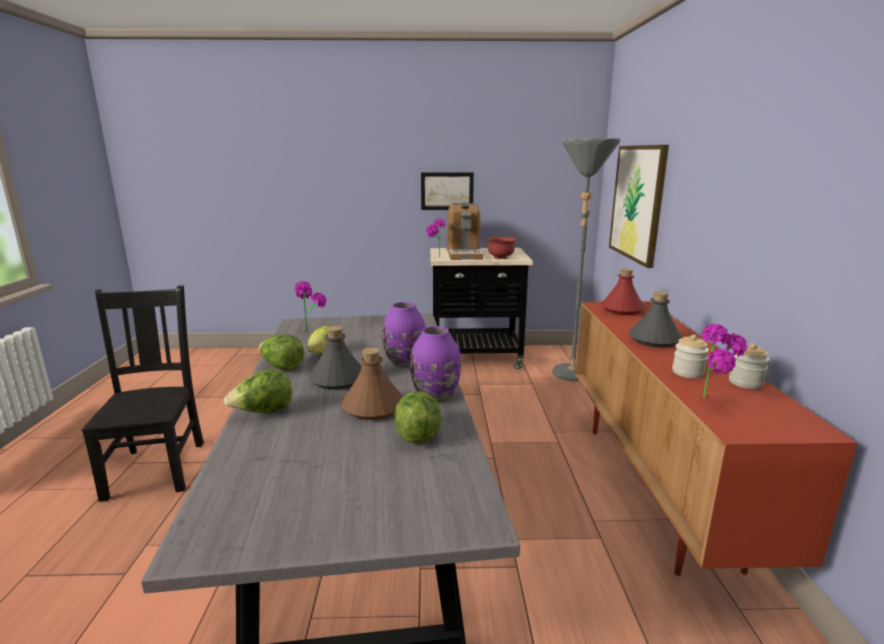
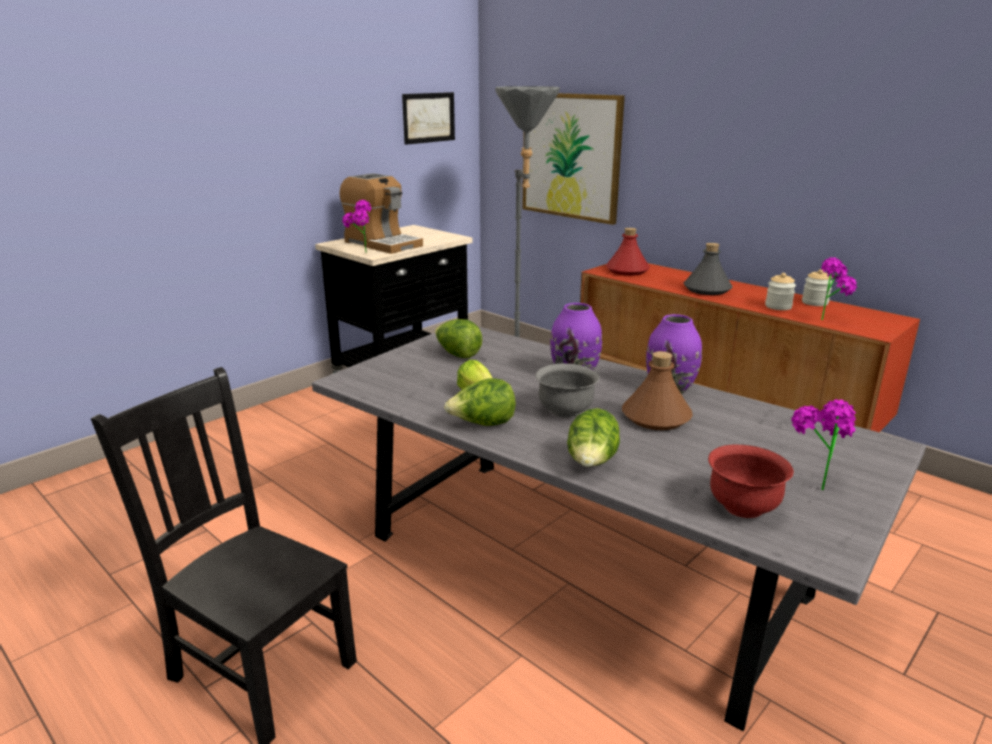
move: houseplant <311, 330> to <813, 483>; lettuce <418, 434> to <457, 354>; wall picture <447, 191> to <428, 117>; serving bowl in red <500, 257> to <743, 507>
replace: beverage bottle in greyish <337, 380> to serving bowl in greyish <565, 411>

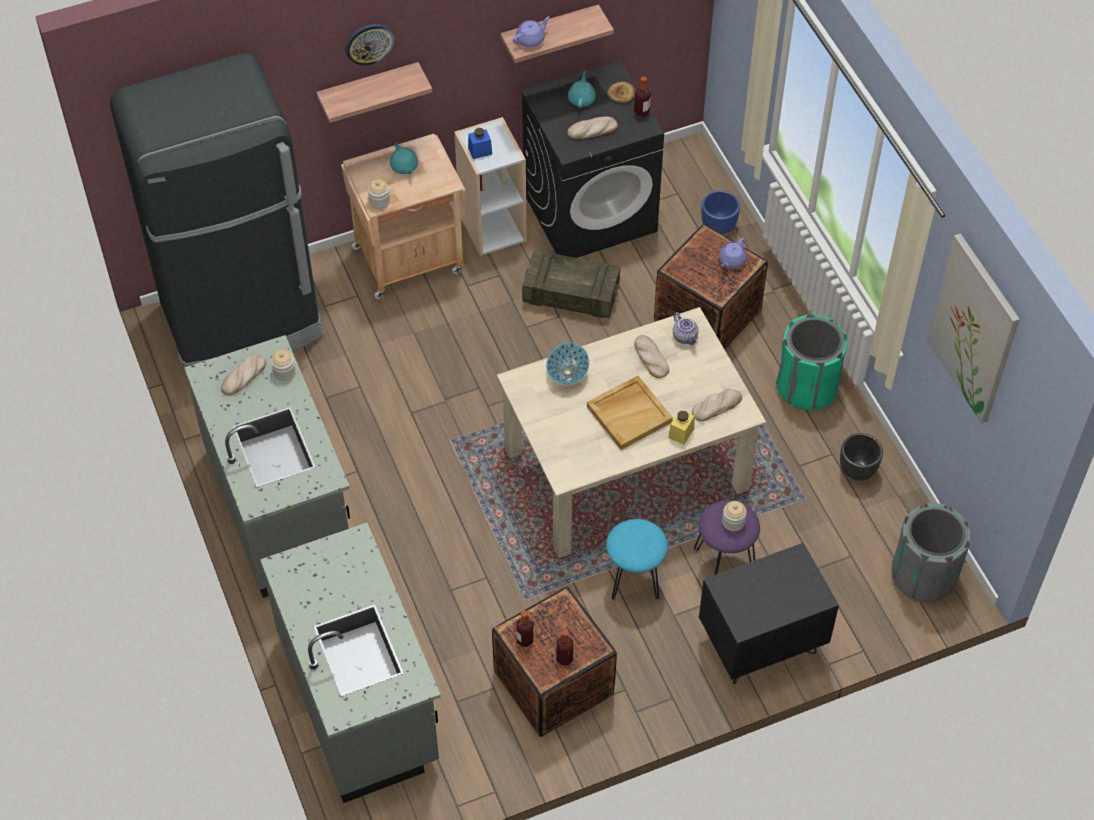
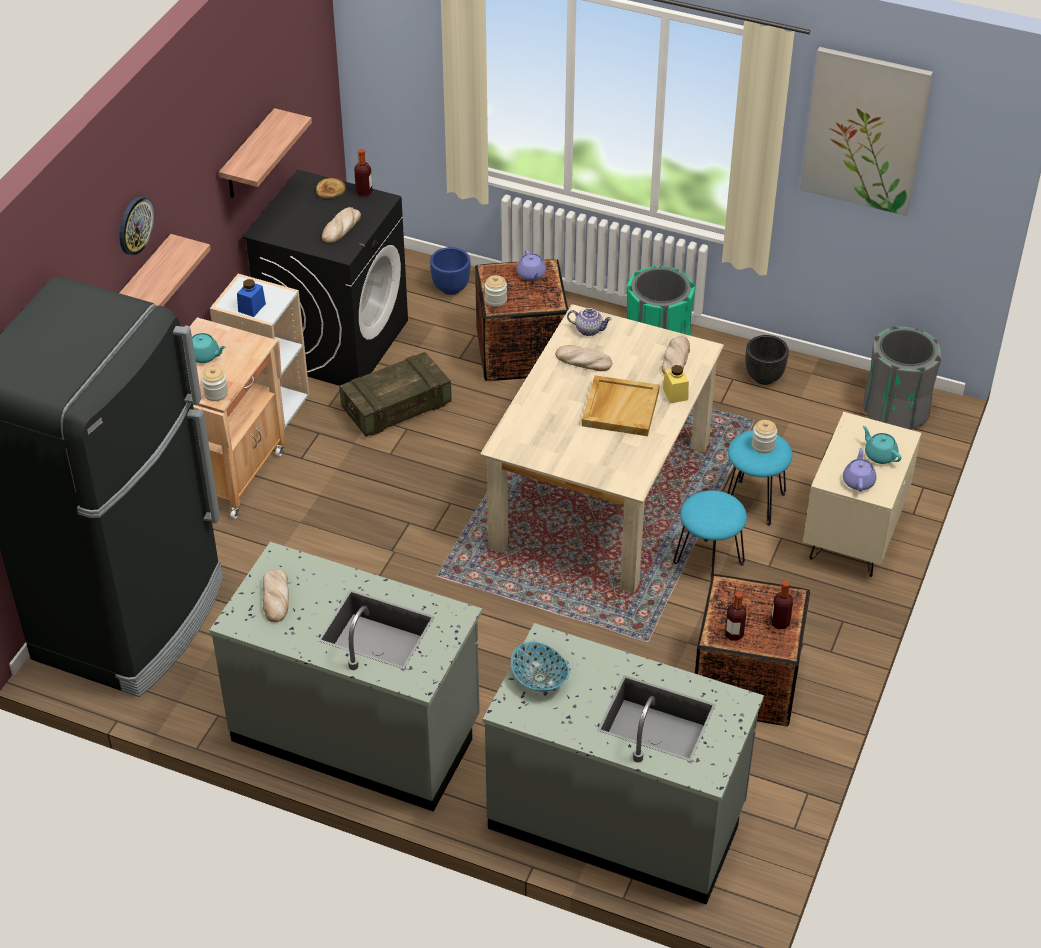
move: storage jar <284, 372> to <496, 300>; teapot in purplish <531, 39> to <858, 481>; serving bowl <568, 372> to <540, 678>; teapot in turquoise-coloured <581, 99> to <879, 455>
recolor: stool seat in purplish <724, 561> to stool seat in turquoise-coloured <754, 502>; nightstand in black <761, 645> to nightstand in beige-coloured <853, 537>

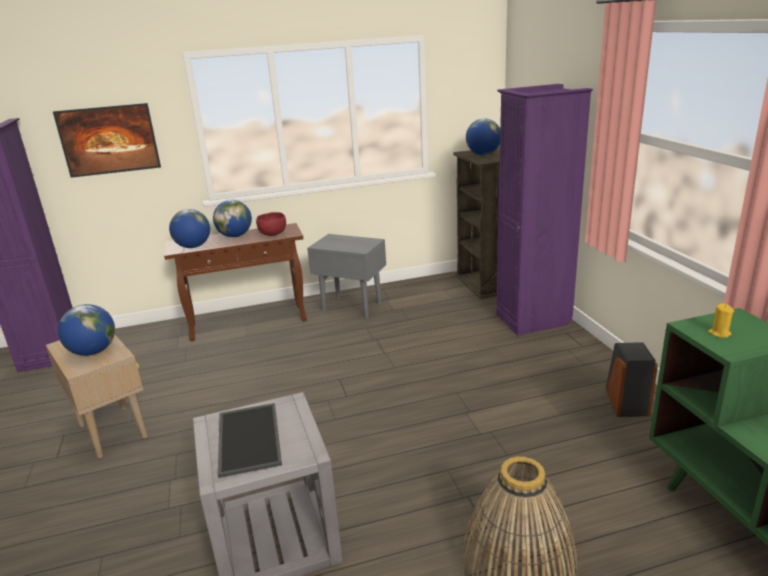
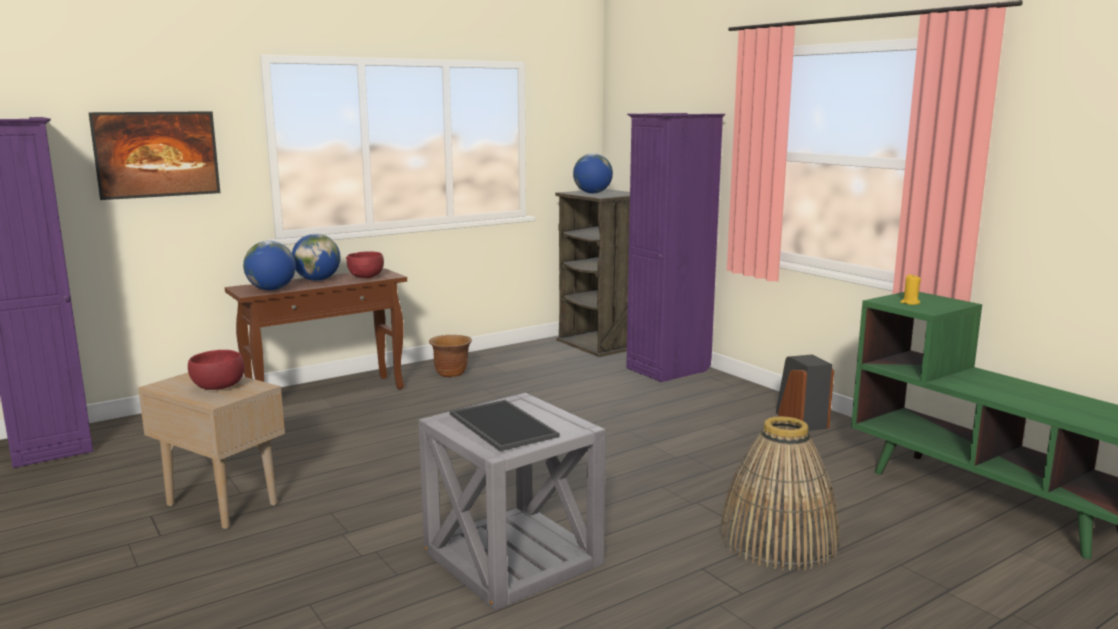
replace: world globe <93, 352> to serving bowl in red <219, 387>; accent table in greyish <351, 307> to planter in brown <451, 373>

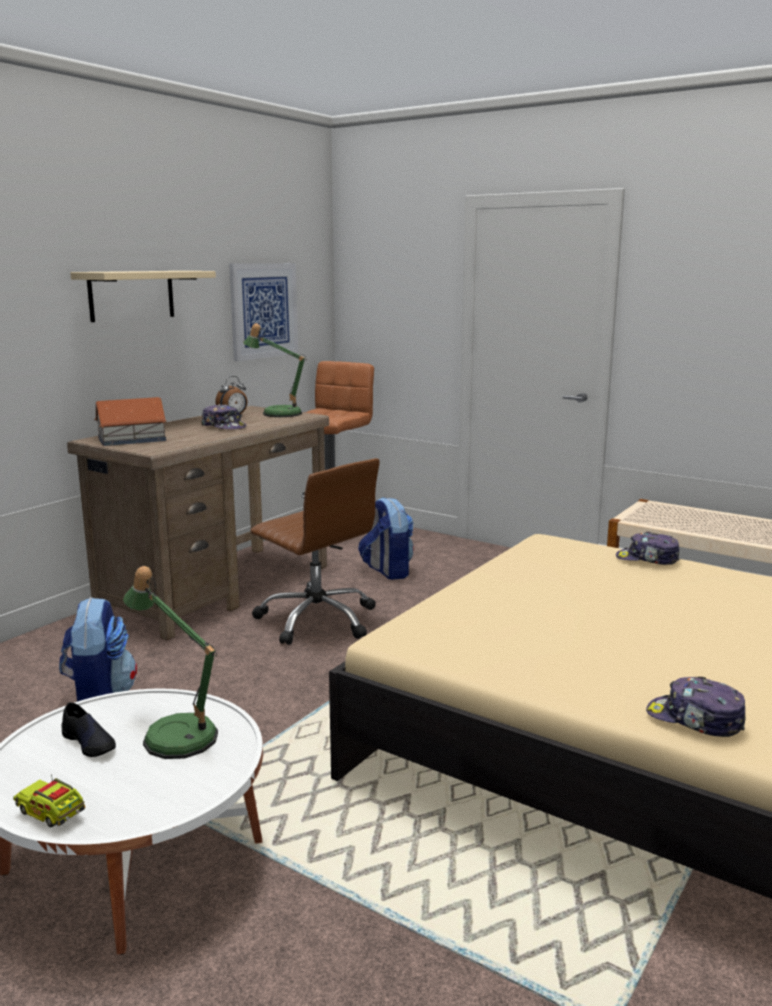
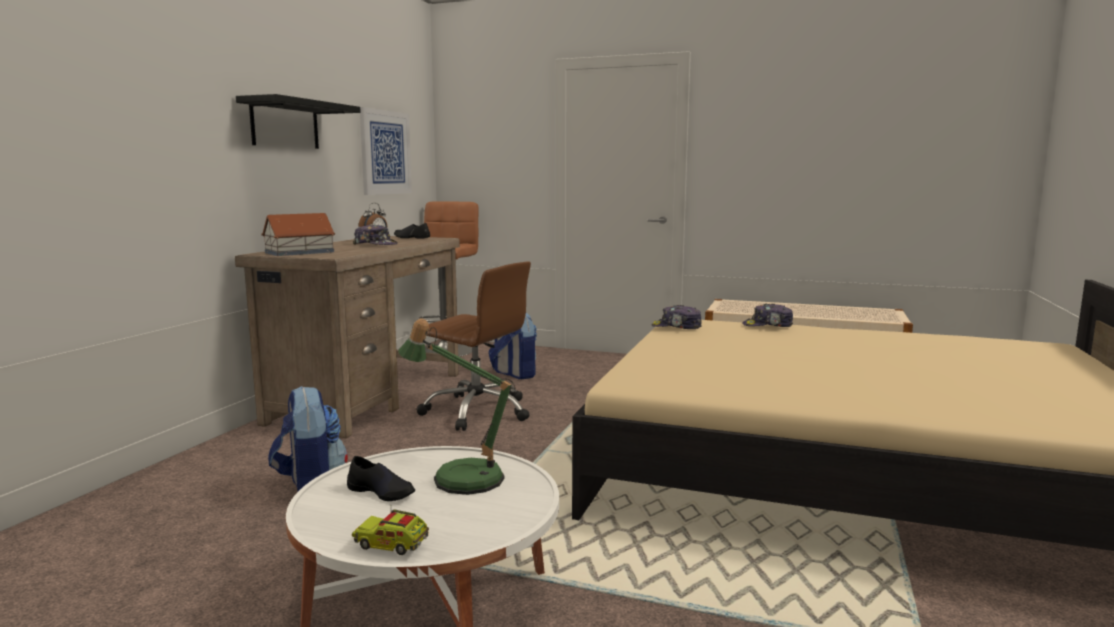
move: peaked cap <695, 720> to <676, 327>
replace: tabletop lamp <277, 413> to low shoe in black <411, 237>
recolor: bracket shelf in beige-coloured <131, 295> to bracket shelf in black <285, 124>

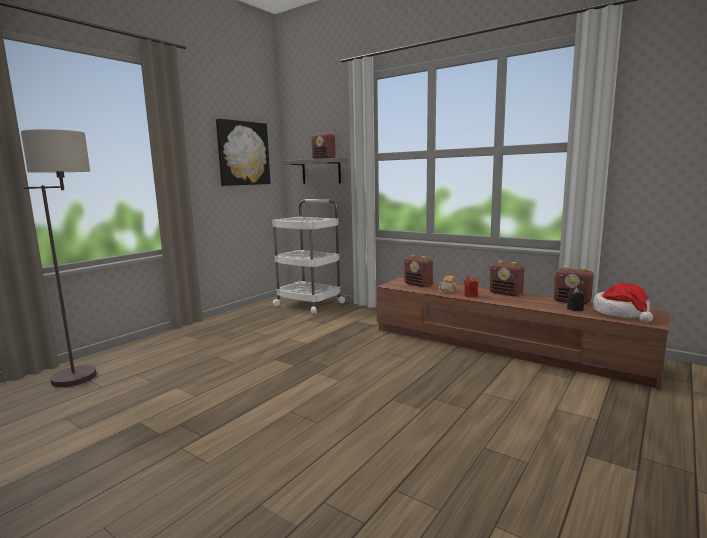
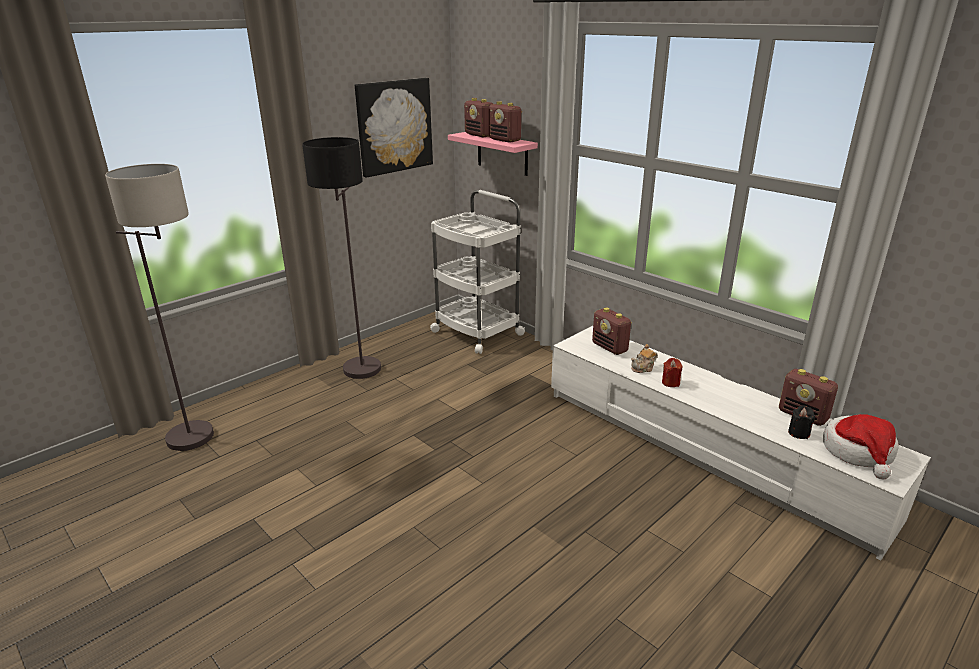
insert: standing lamp in black <359, 375>
move: radio set <506, 293> to <480, 135>
recolor: bracket shelf in greyish <321, 171> to bracket shelf in pink-coloured <502, 153>; tv unit in brown <502, 347> to tv unit in whitish <705, 450>

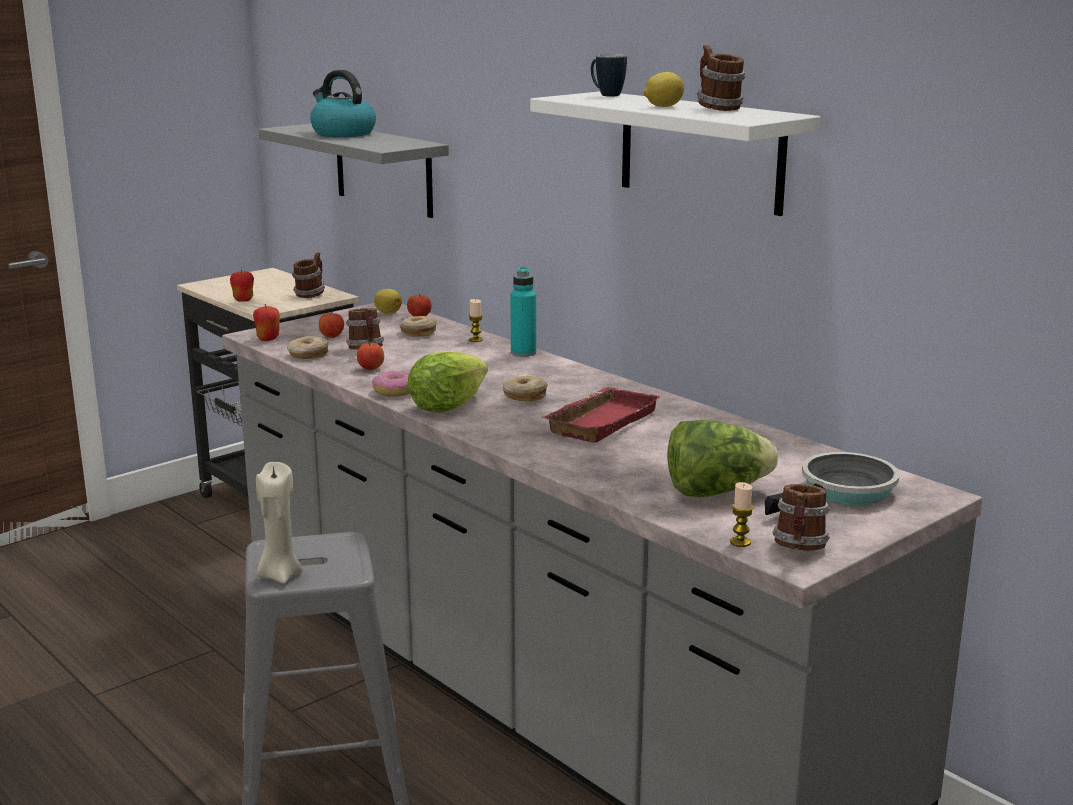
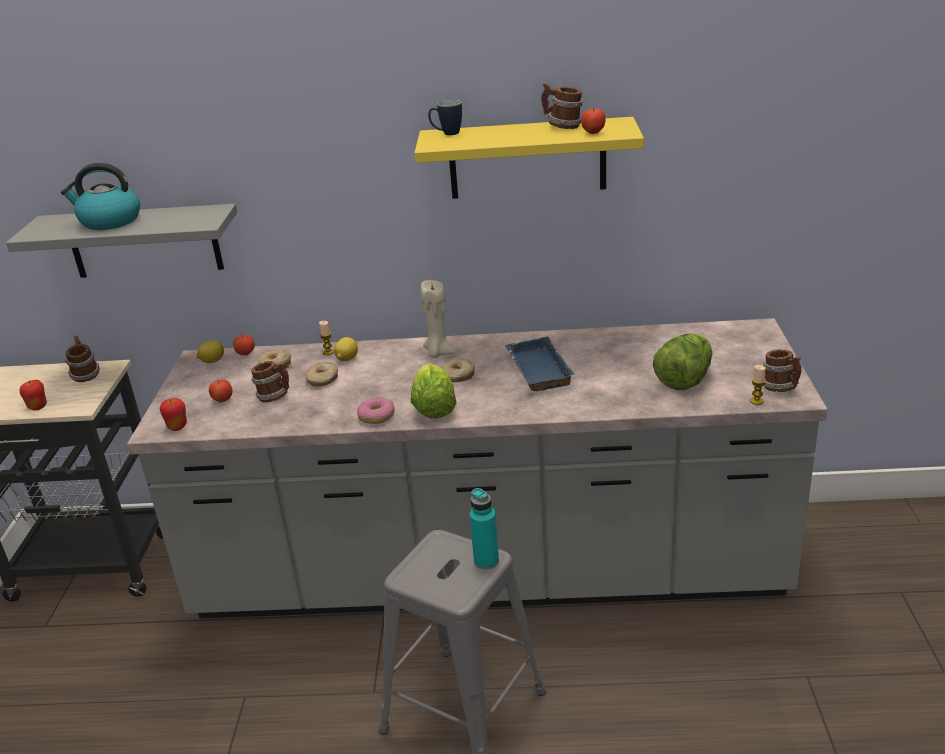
delete: frying pan <843, 492>
move: candle in beige-coloured <279, 575> to <438, 353>; doughnut <308, 355> to <322, 380>; apple <371, 369> to <593, 133>; beverage bottle in turquoise-coloured <523, 353> to <486, 561>; whole lemon <662, 106> to <346, 359>
recolor: bracket shelf in whitish <700, 152> to bracket shelf in yellow <527, 158>; serving tray in red <600, 421> to serving tray in bluish <536, 370>

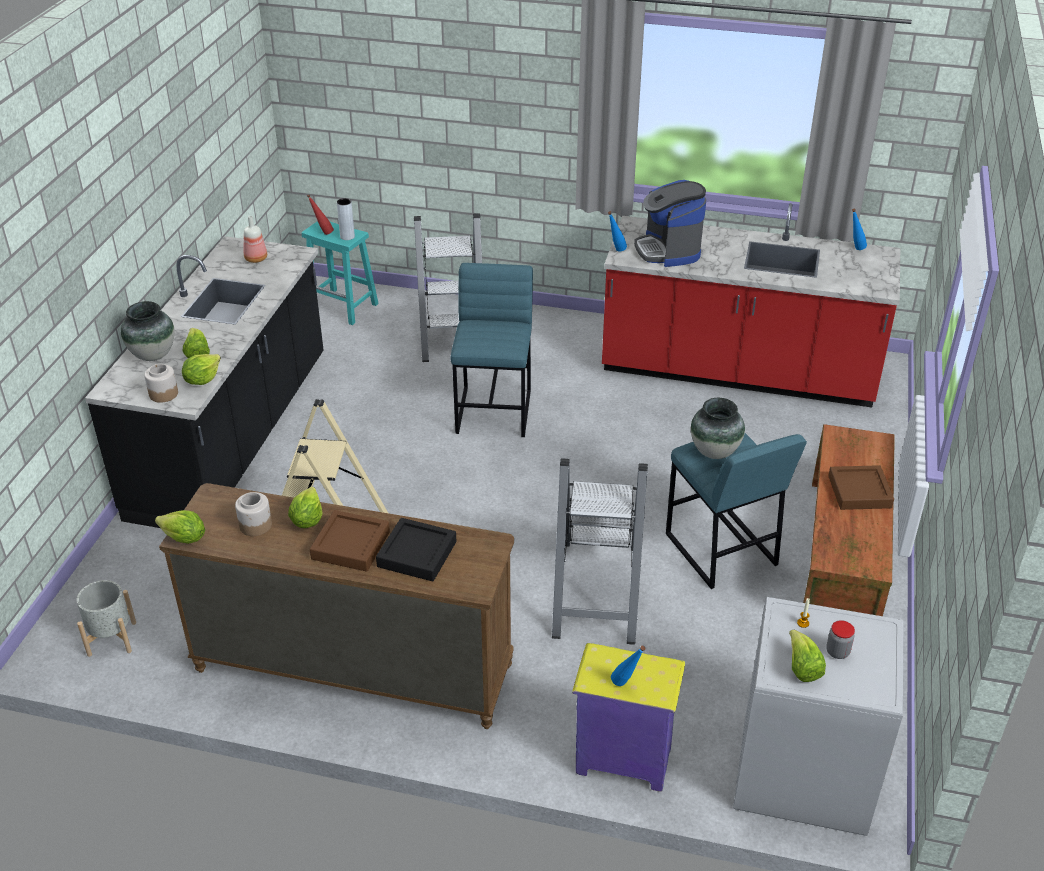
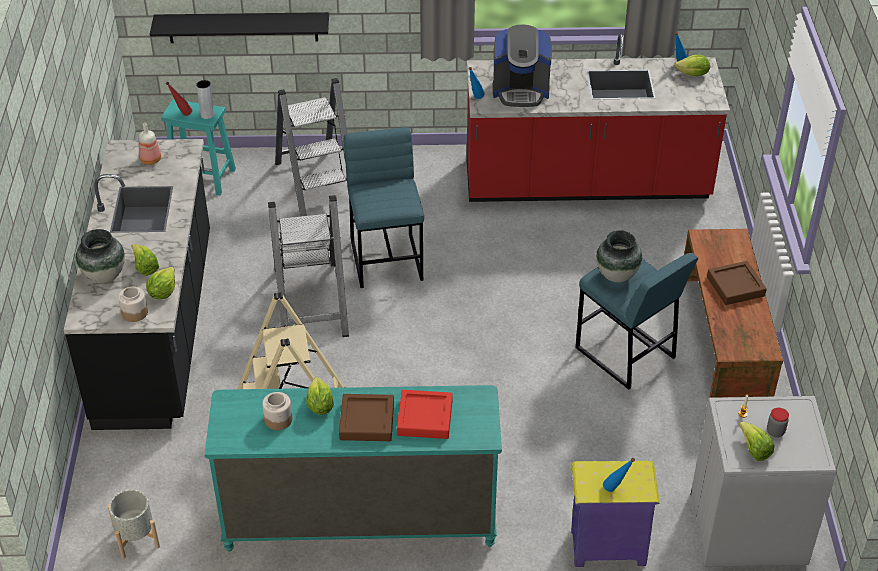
insert: bracket shelf in black <243, 27>
move: lettuce <184, 539> to <693, 74>; stepladder in greyish <596, 592> to <310, 303>
recolor: dresser in brown <352, 668> to dresser in turquoise-coloured <359, 520>; serving tray in black <417, 554> to serving tray in red <425, 418>
rotate: coffee machine <668, 250> = <521, 91> 60 degrees counterclockwise

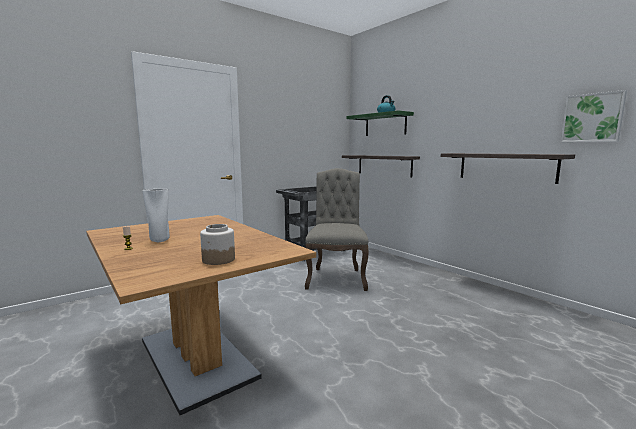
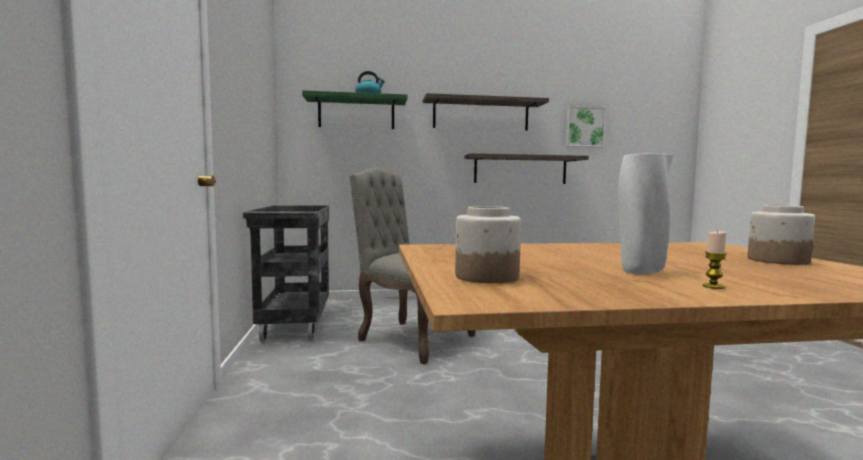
insert: storage jar <486, 277>
move: bracket shelf <384, 165> to <481, 115>

